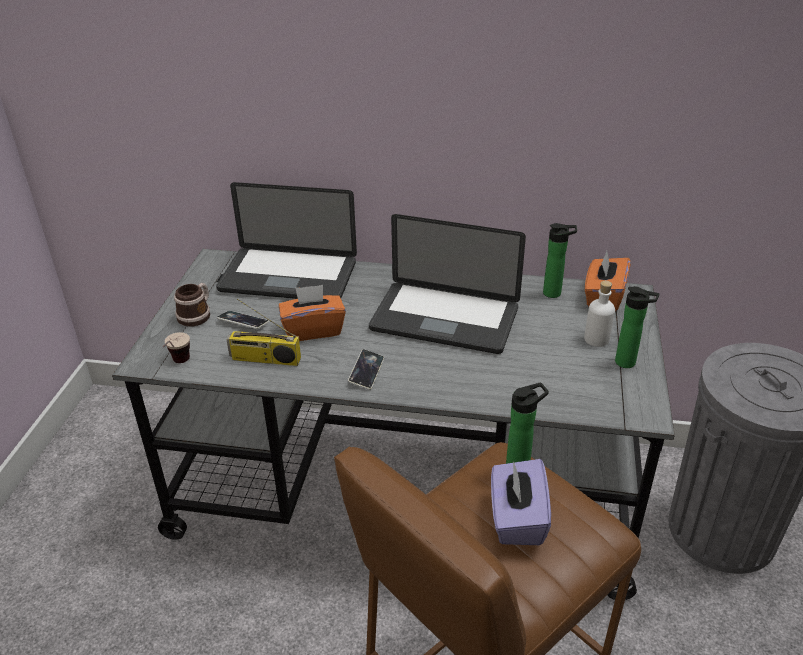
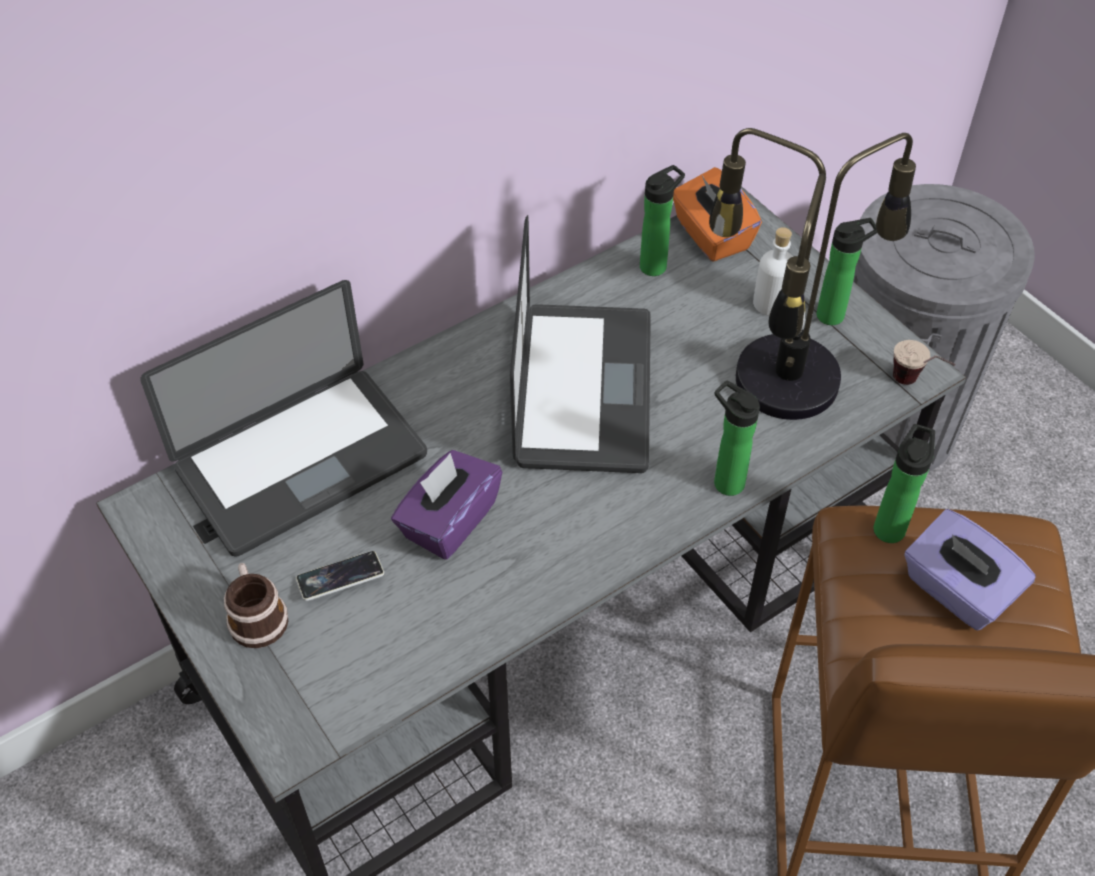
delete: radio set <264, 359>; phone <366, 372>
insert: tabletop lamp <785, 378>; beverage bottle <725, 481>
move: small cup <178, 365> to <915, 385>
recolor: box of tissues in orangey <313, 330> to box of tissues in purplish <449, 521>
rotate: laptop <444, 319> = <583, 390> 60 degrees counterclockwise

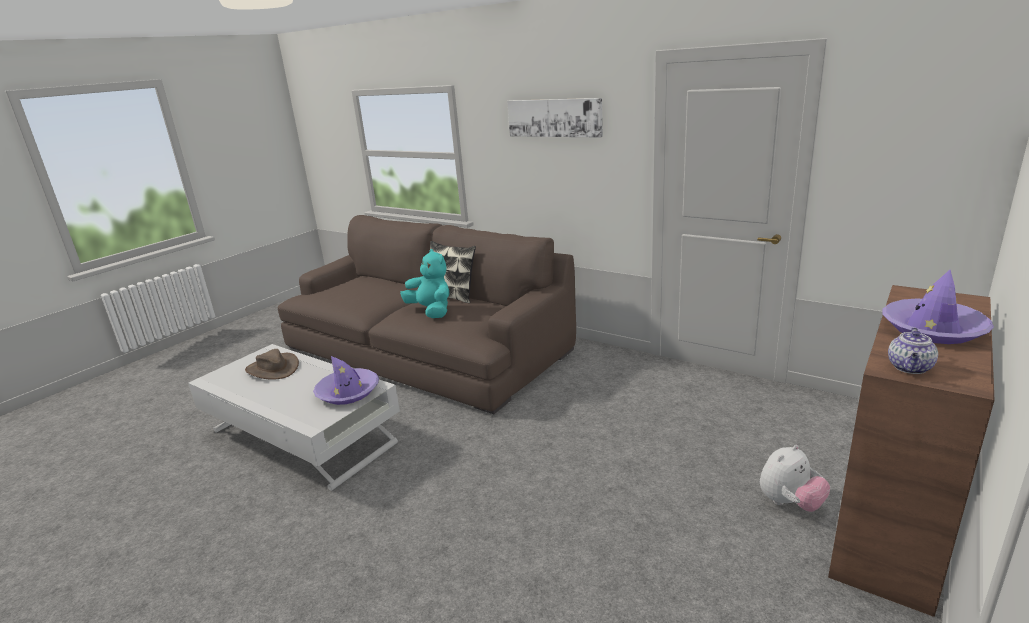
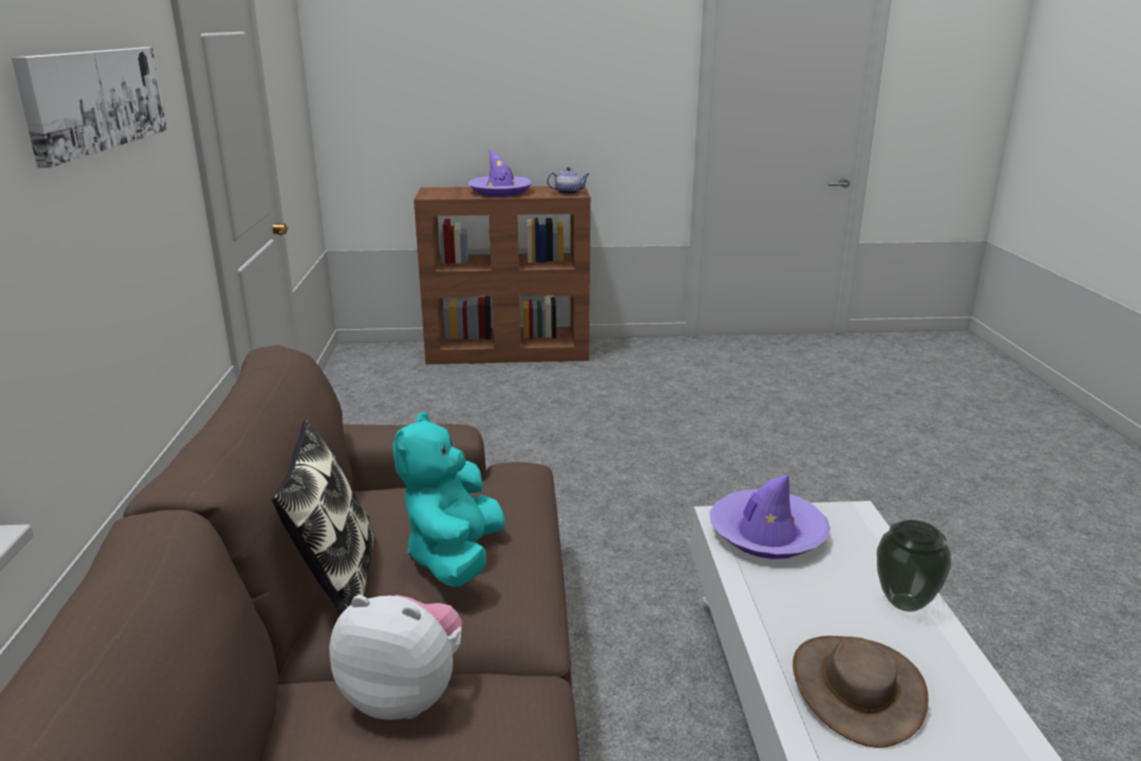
insert: decorative vase <903, 603>
move: soft toy <790, 503> to <405, 695>

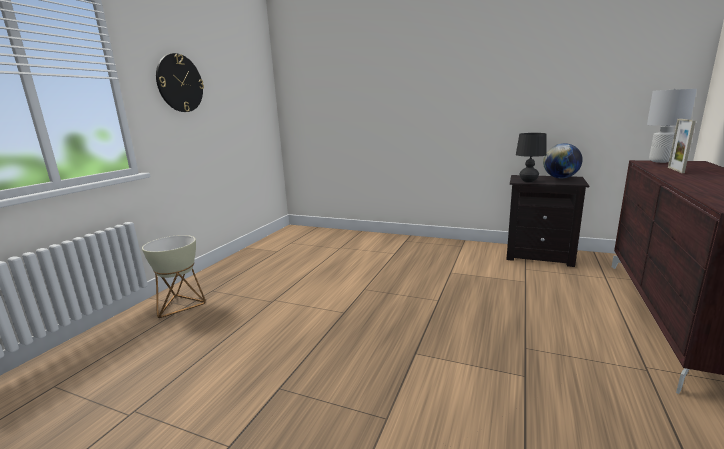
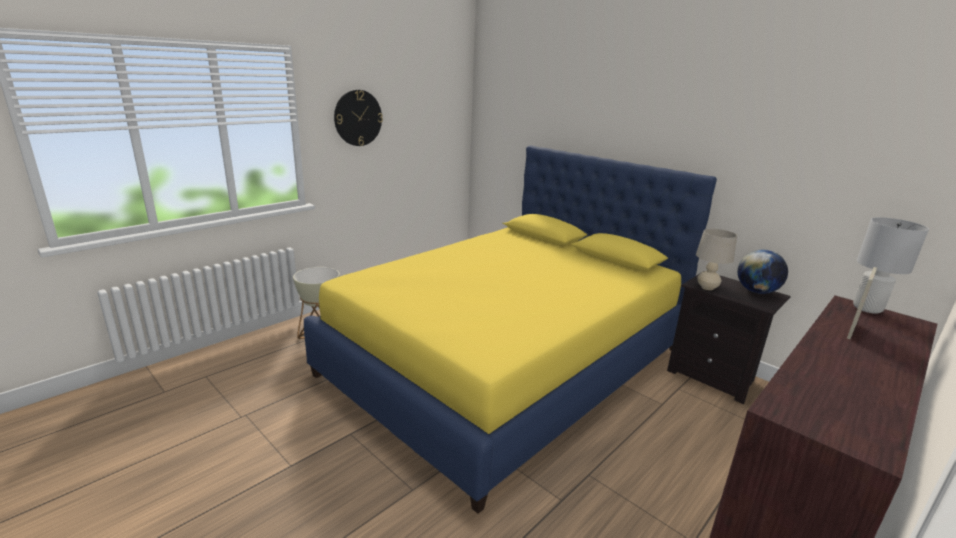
insert: bed in yellow <508, 361>
recolor: tabletop lamp in black <528, 181> to tabletop lamp in beige-coloured <707, 287>

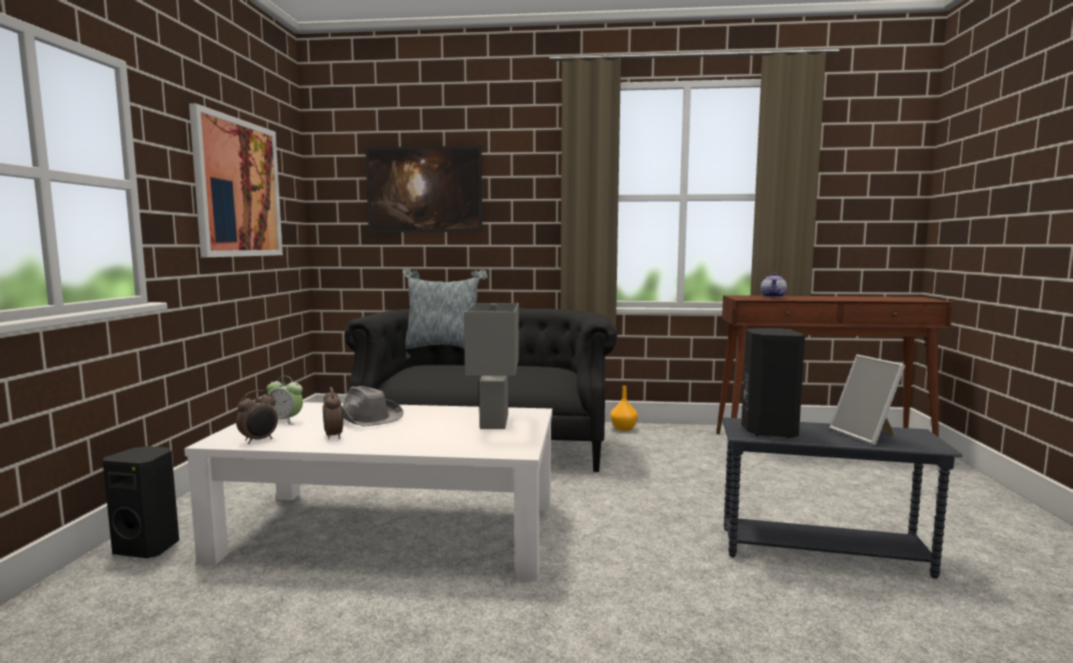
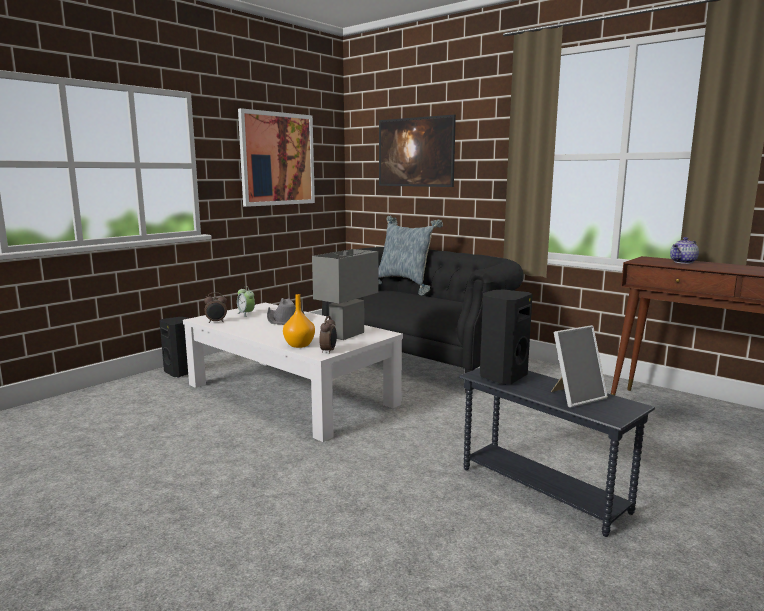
move: table clock <334, 436> to <329, 351>; decorative vase in orangey <623, 429> to <298, 345>
rotate: picture frame <866, 435> = <575, 397> 135 degrees counterclockwise

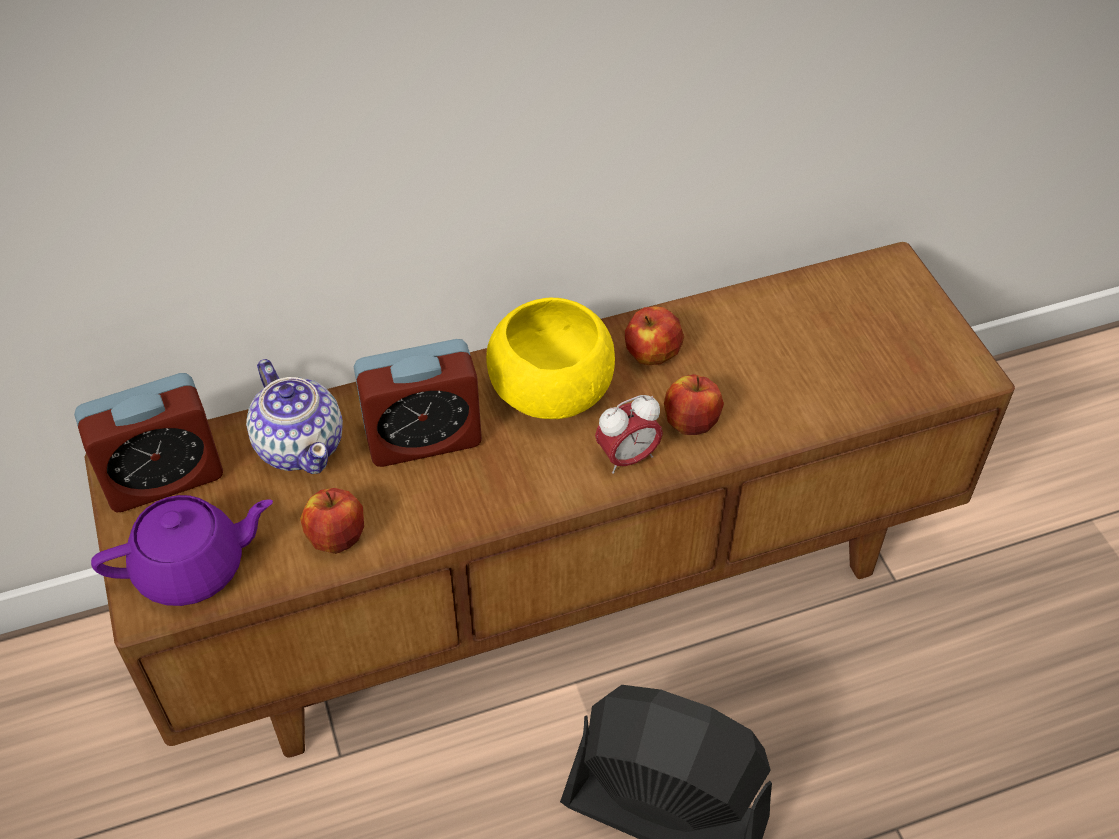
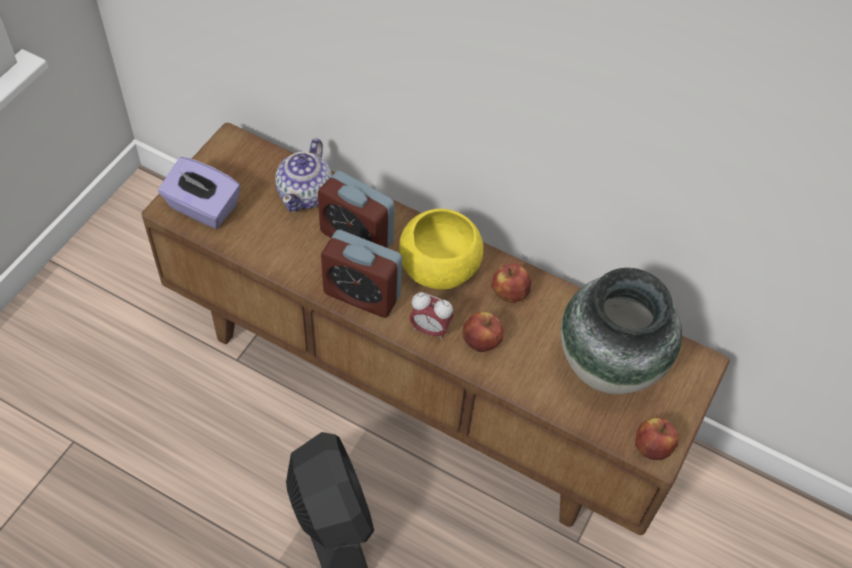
insert: decorative vase <609, 365>
move: table clock <164, 478> to <362, 294>; apple <336, 538> to <651, 447>
replace: teapot in purplish <193, 568> to box of tissues in purplish <202, 208>

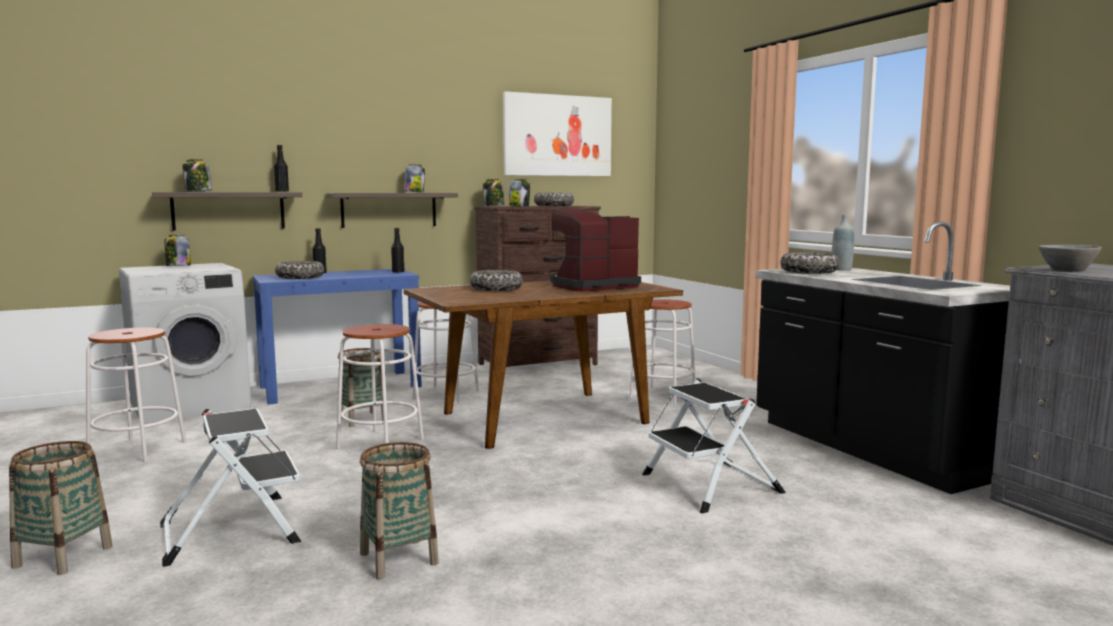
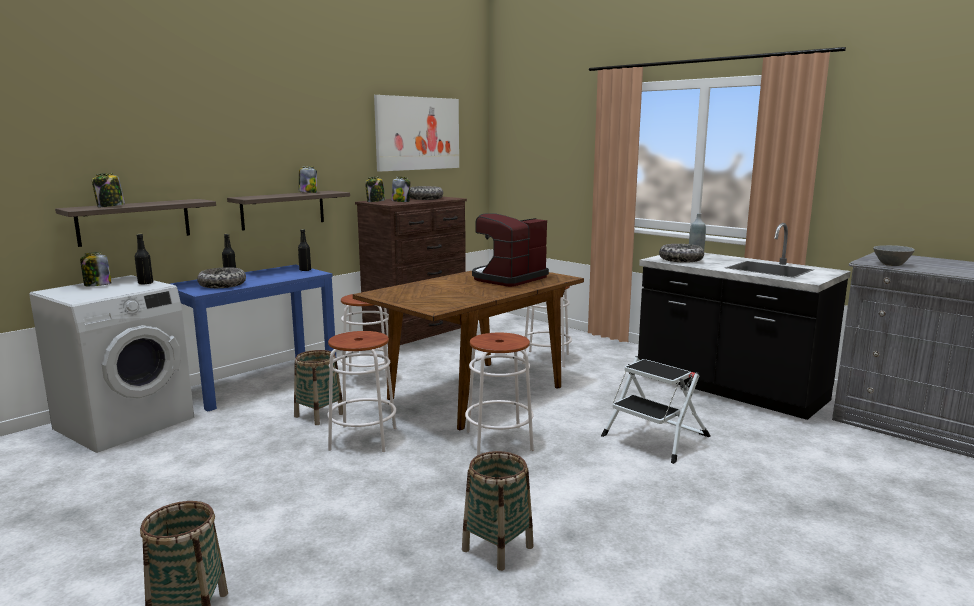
delete: stepladder <232, 529>; serving bowl <496, 289>
move: stool seat in whitish <138, 450> to <499, 441>; beverage bottle in black <282, 191> to <145, 283>

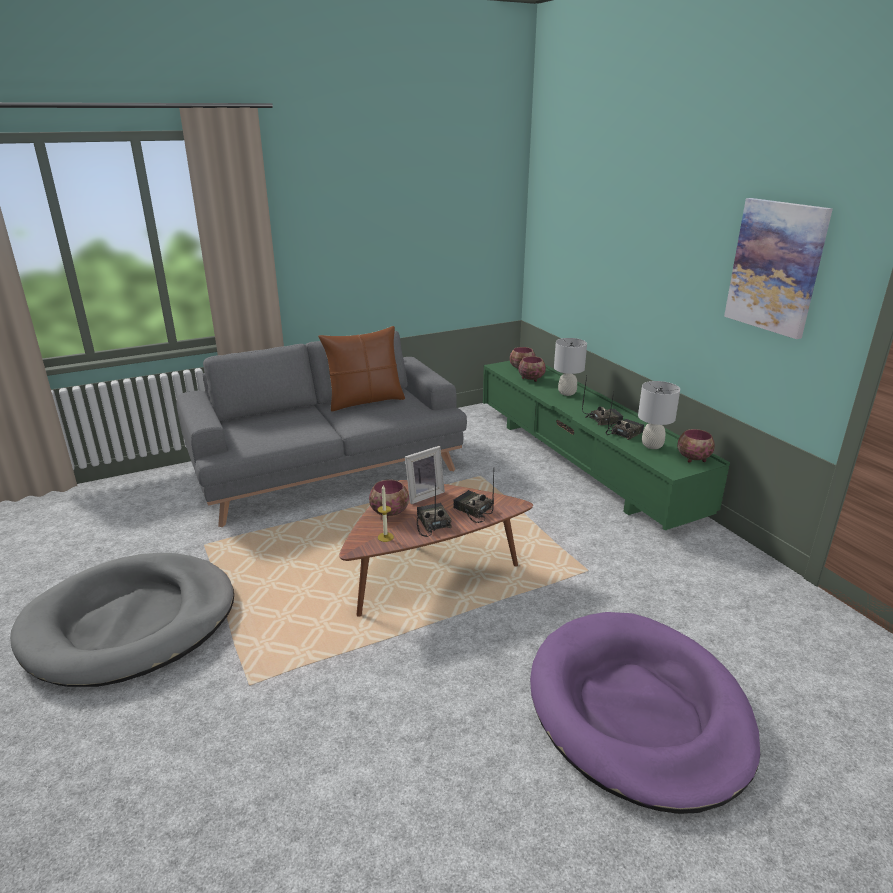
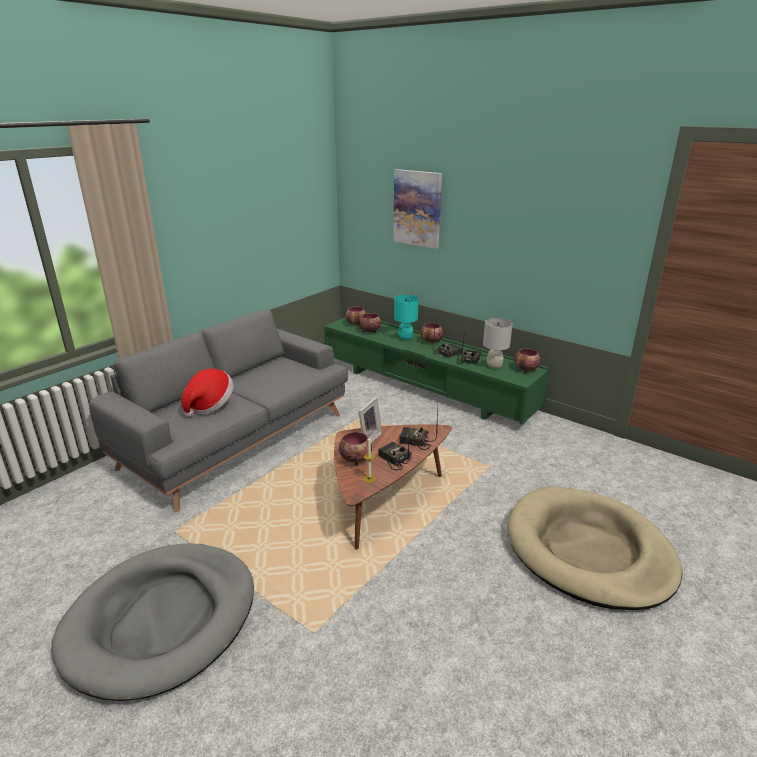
delete: throw pillow in brown <365, 401>
insert: hat <209, 405>; serving bowl <431, 342>
move: wall picture <776, 267> to <417, 208>
recolor: dog bed in purplish <638, 711> to dog bed in beige-coloured <588, 551>; tabletop lamp in greyish <567, 393> to tabletop lamp in turquoise-coloured <405, 338>

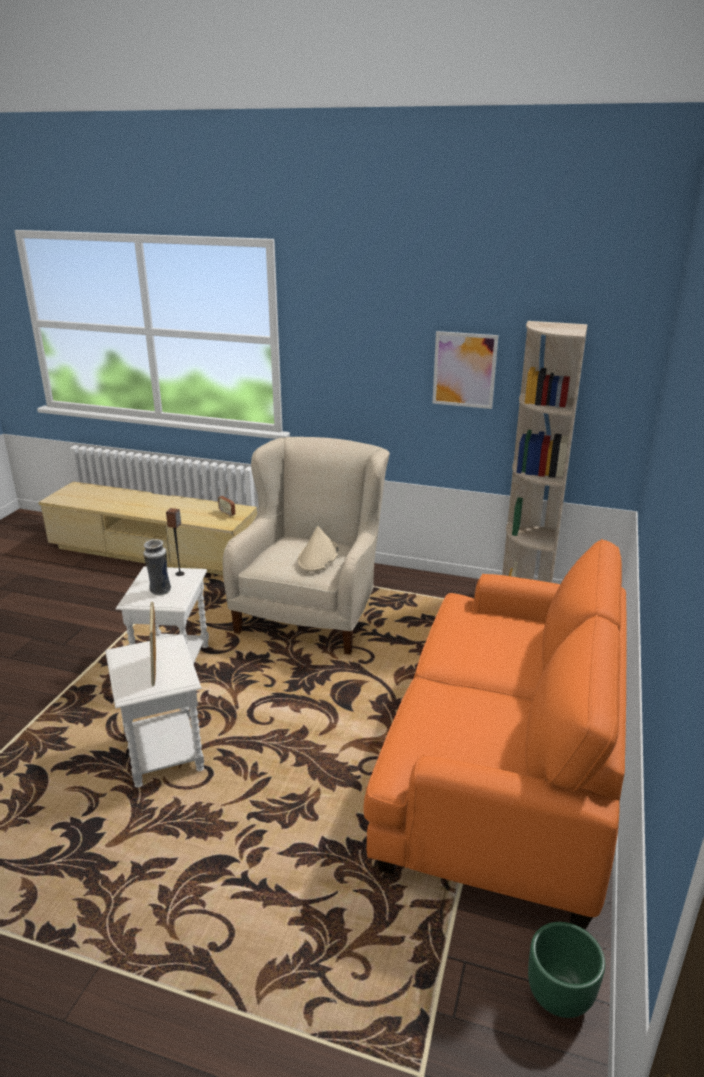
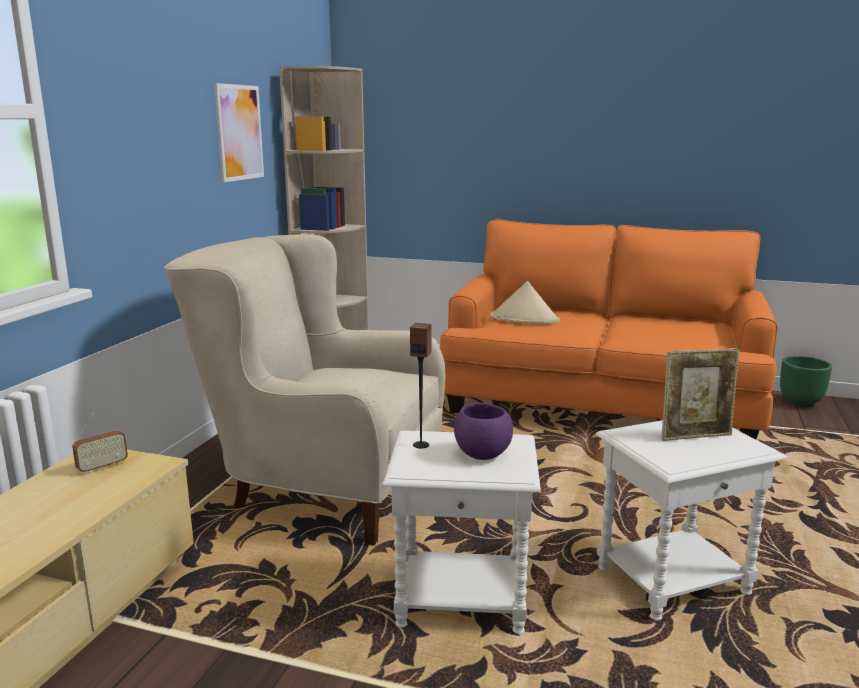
move: hat in beige-coloured <318, 557> to <524, 319>
replace: decorative vase <160, 591> to serving bowl in purplish <482, 454>

